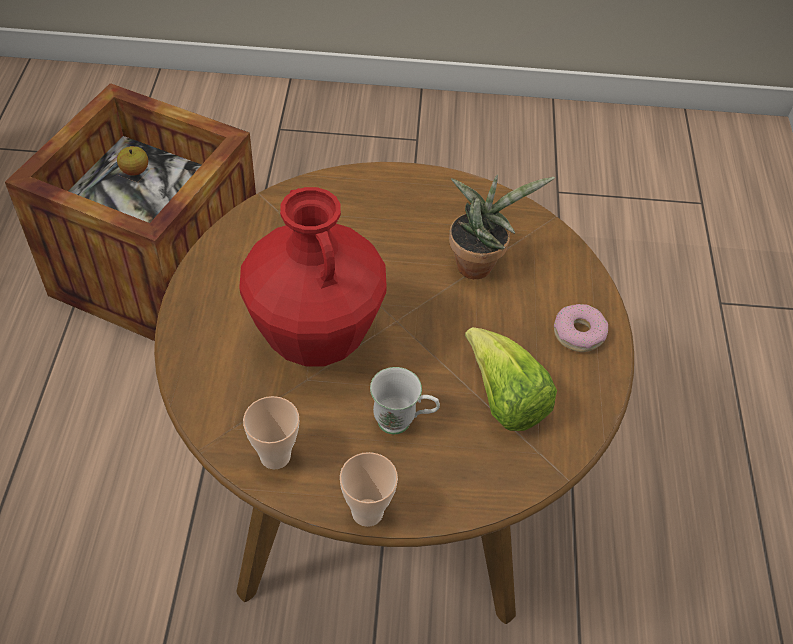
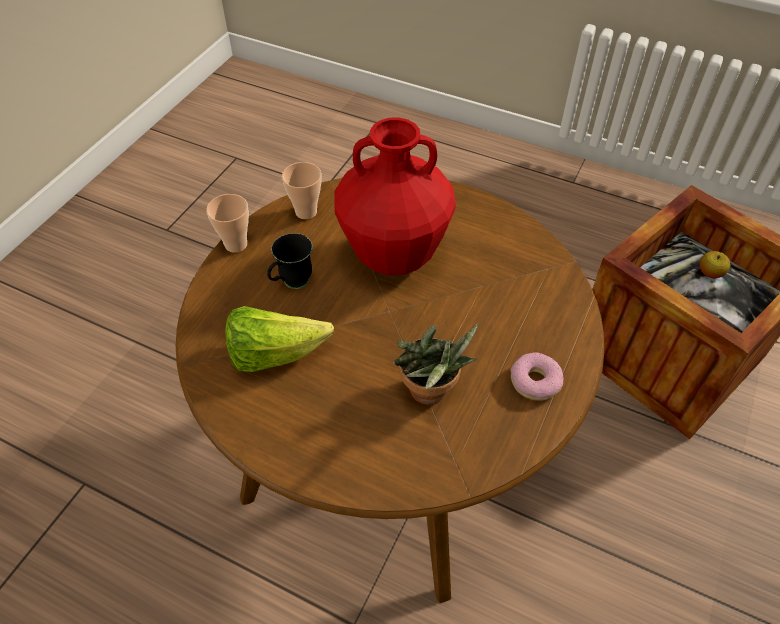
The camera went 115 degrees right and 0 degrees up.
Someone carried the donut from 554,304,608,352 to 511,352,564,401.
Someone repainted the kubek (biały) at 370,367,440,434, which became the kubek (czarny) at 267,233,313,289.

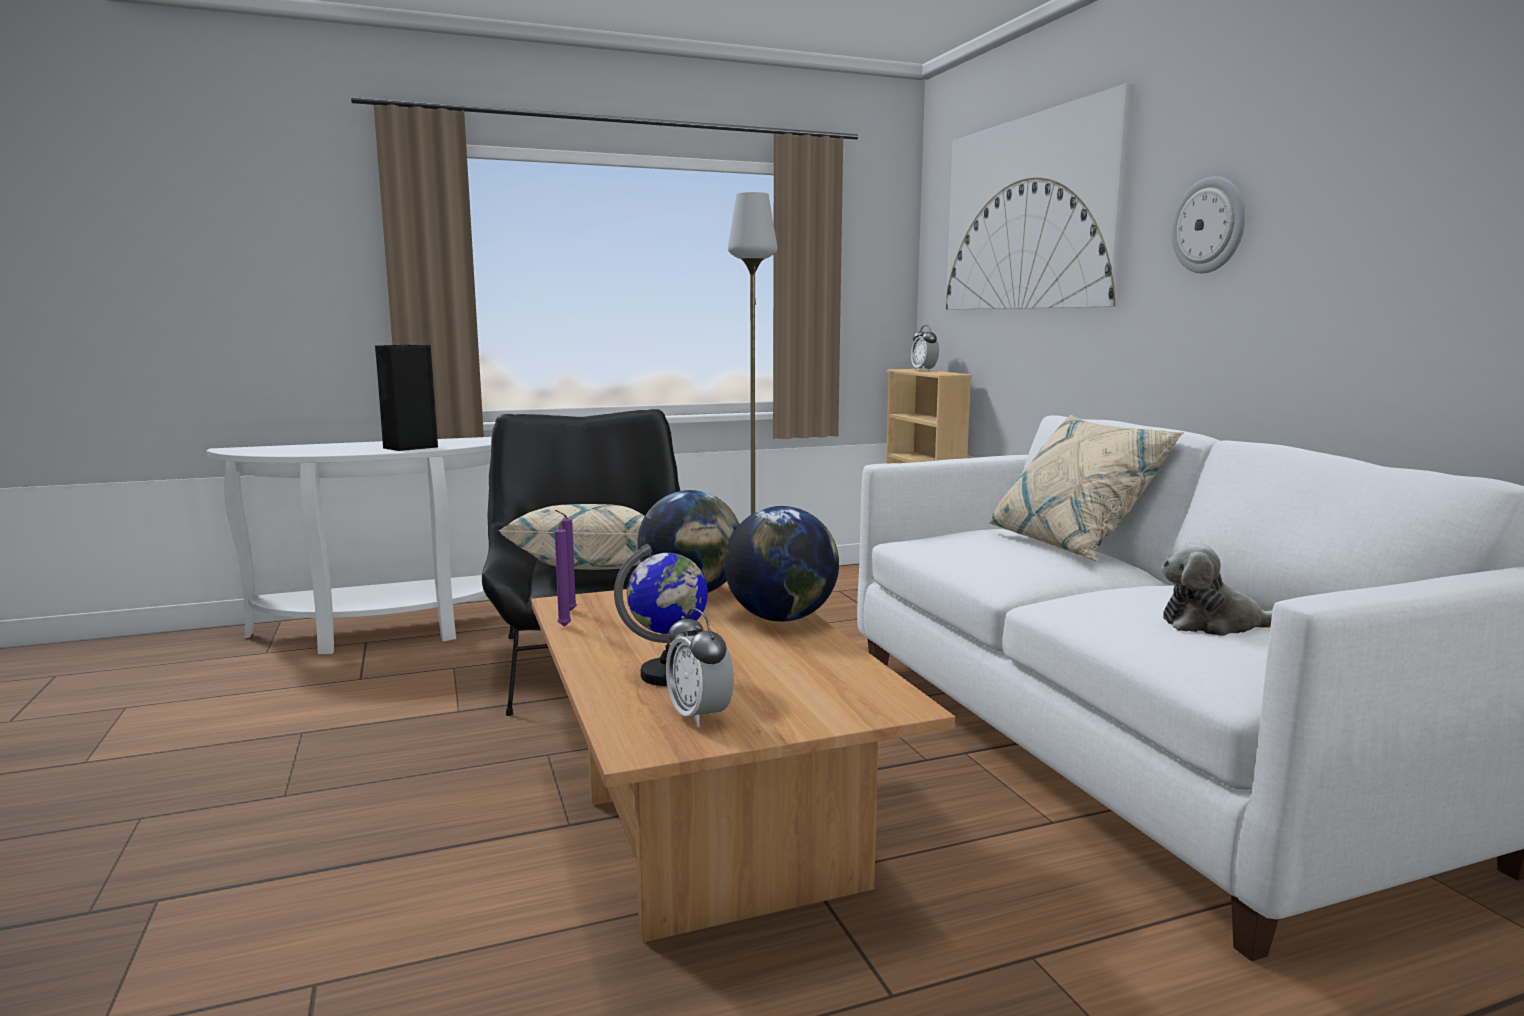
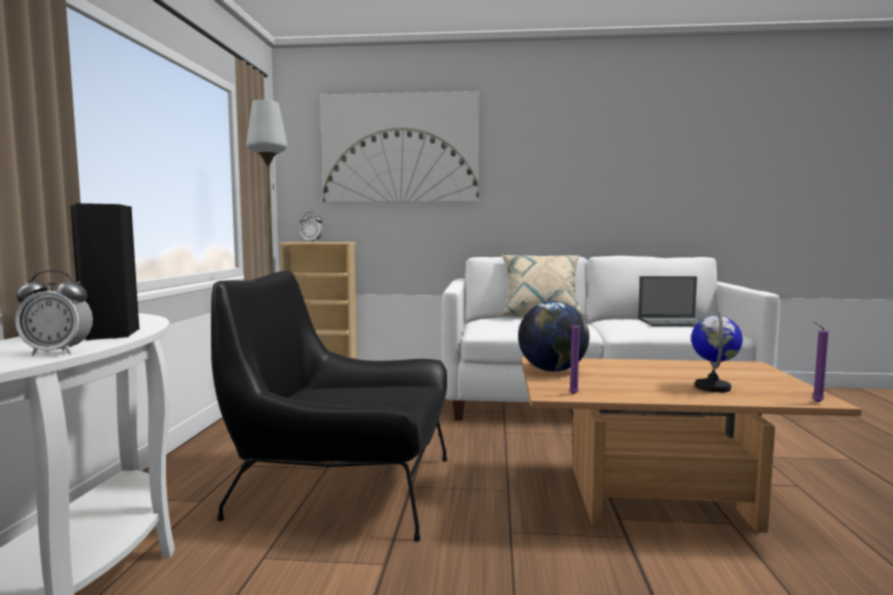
The camera went 65 degrees left and 5 degrees down.
Someone took away the zegar ścienny at 1172,176,1246,273.
Someone took away the poduszka (beżowy) at 498,504,645,570.
Someone took away the globus at 724,506,839,622.
Someone carried the świeca (fioletowy) from 555,517,571,627 to 812,322,828,402.
Someone swapped the pluszak at 1161,542,1273,636 for the laptop at 638,276,701,326.
Someone carried the budzik from 666,608,734,727 to 15,270,93,355.

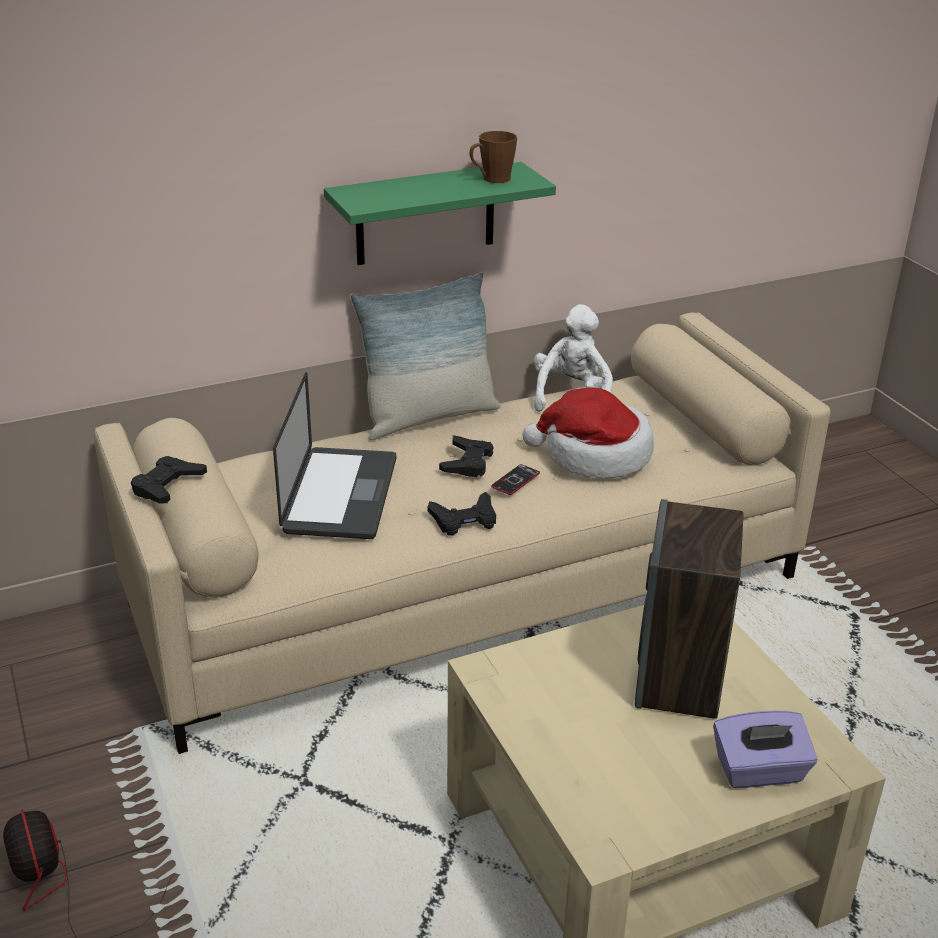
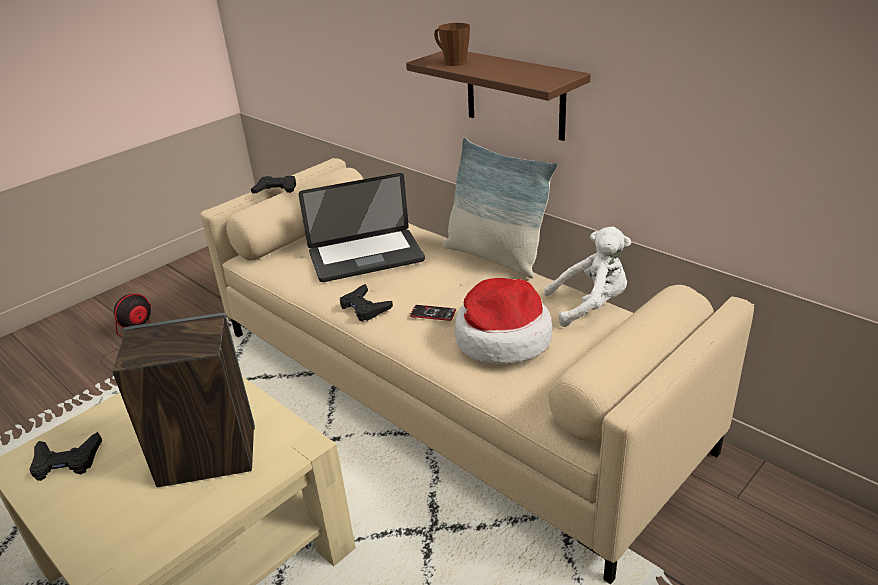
The camera went 70 degrees right and 0 degrees up.
Someone carried the kubek (brązowy) from 469,131,517,183 to 434,23,470,66.
Someone repainted the półka (zielony) at 324,162,556,265, which became the półka (brązowy) at 406,51,591,141.
Someone carried the pad do gier (czarny) from 439,435,494,477 to 29,432,102,481.
Someone took away the pudełko chusteczek (fioletowy) at 713,711,817,788.

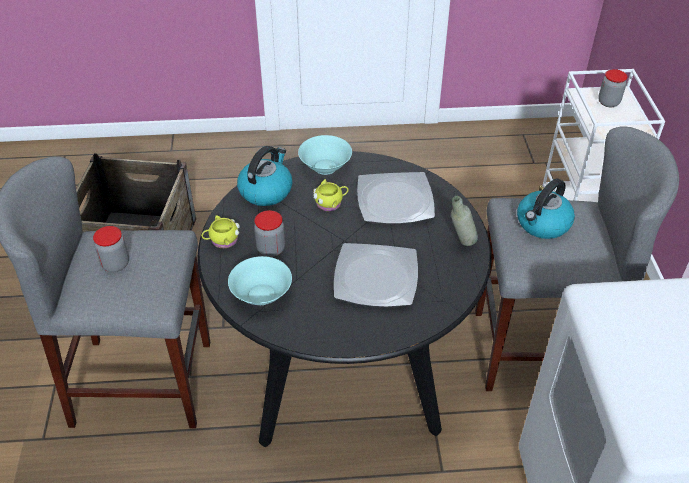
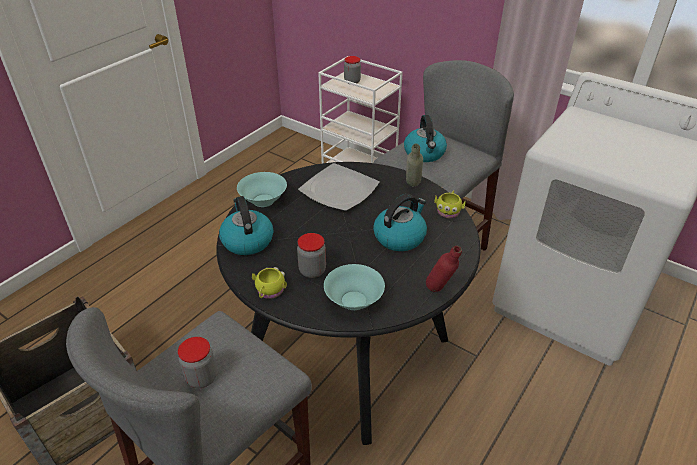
The camera went 50 degrees left and 5 degrees down.
Someone carried the kubek (żółty) from 313,179,348,211 to 434,190,466,218.
Someone swapped the talerz at 334,243,418,307 for the czajnik at 373,194,427,251.
Someone put down the butelka (czerwony) at 426,246,462,292.

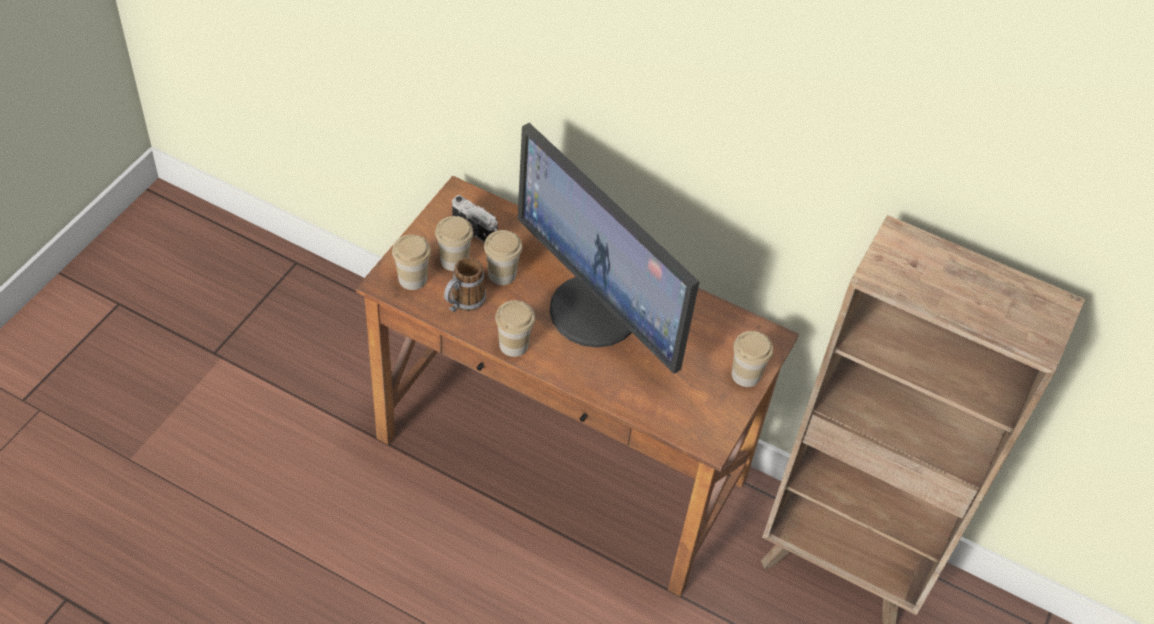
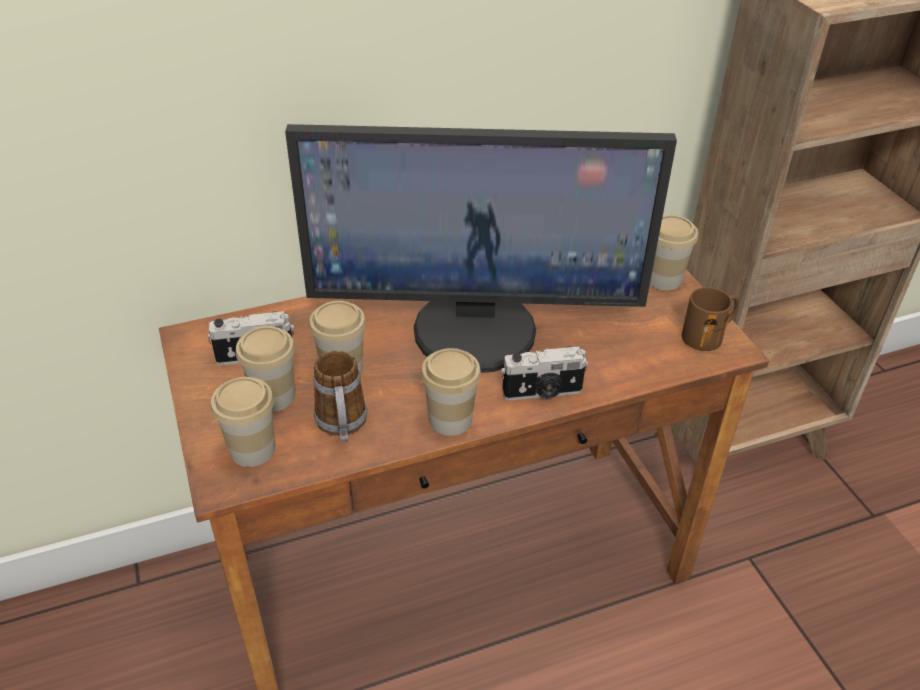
The camera went 45 degrees left and 10 degrees down.
Someone put down the kubek (brązowy) at 682,287,739,351.
Someone put down the aparat fotograficzny at 501,346,588,401.

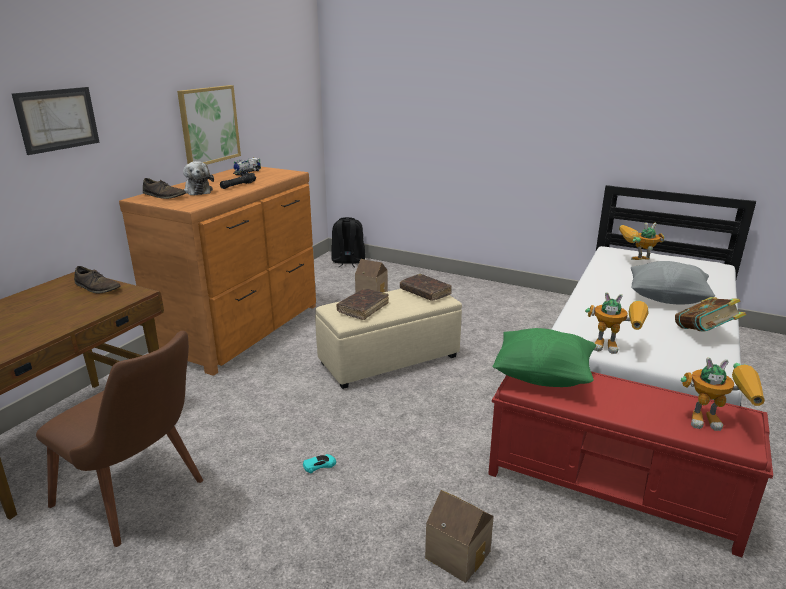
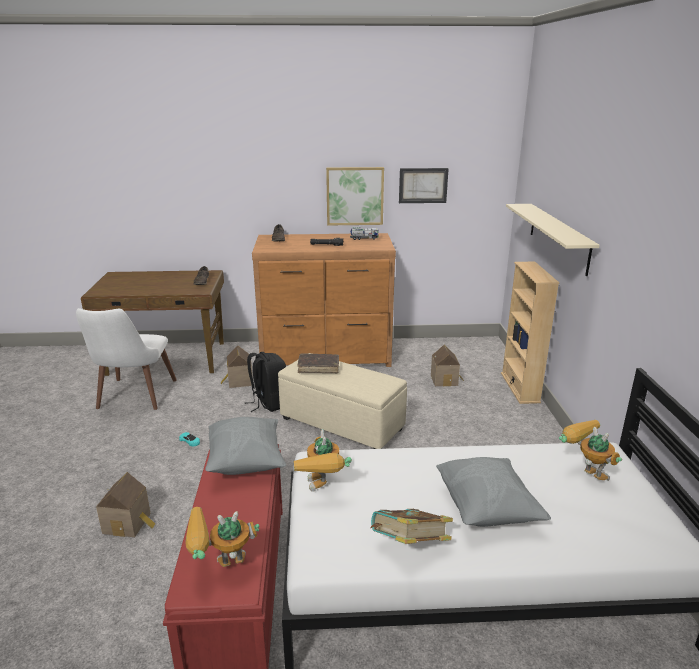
The camera went 60 degrees right and 0 degrees up.
Someone carried the obraz from 12,87,100,155 to 399,168,449,203.
Someone took away the pluszak at 183,161,214,195.
Someone carried the plecak (czarny) from 331,217,365,267 to 244,352,286,412.
Someone took away the książka (brązowy) at 400,274,452,301.
Someone repainted the poduszka (zielony) at 492,328,596,387, which became the poduszka (szary) at 205,417,286,475.
Someone repainted the krzesło (brązowy) at 36,331,203,547, which became the krzesło (biały) at 76,308,177,410.
Someone rotated the robot zabawkowy at 681,357,765,431 by 90 degrees clockwise.
Someone put up the półka (beżowy) at 506,204,600,276.
Someone put down the regał (beżowy) at 501,262,559,404.
Someone put down the domek at 221,345,252,388.

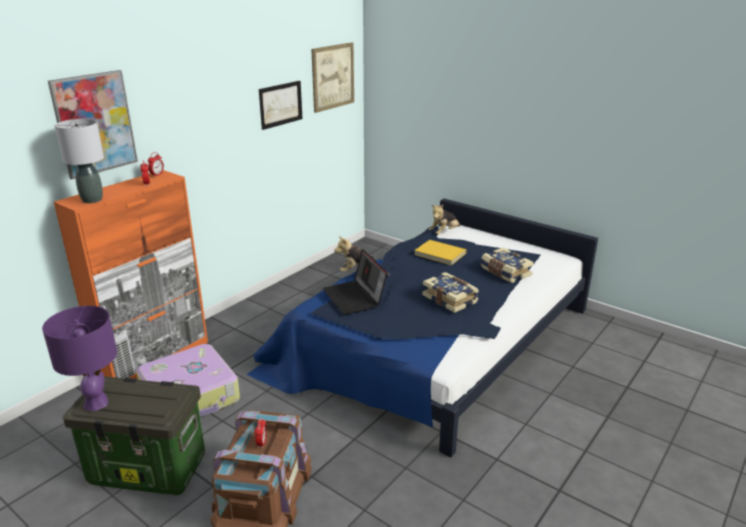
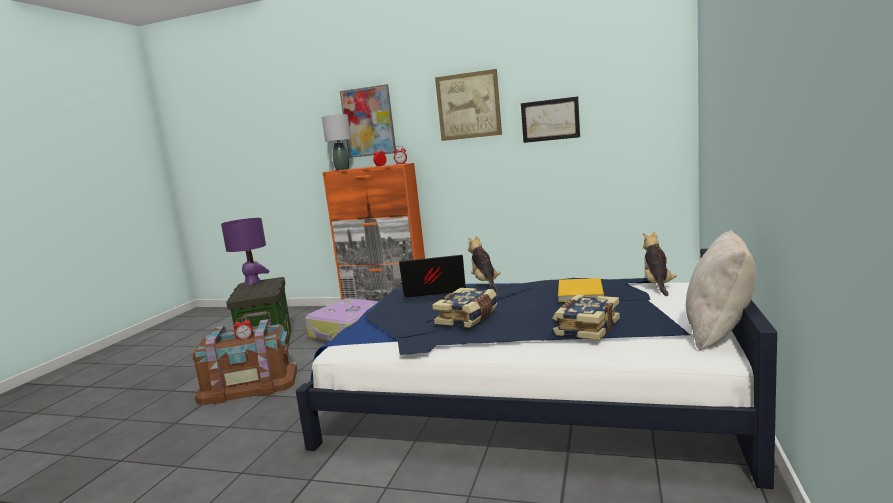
The camera went 70 degrees right and 15 degrees down.
Someone carried the obraz from 311,42,354,113 to 435,69,502,141.
Someone rotated the pluszak at 428,205,460,235 by 75 degrees clockwise.
Someone rotated the laptop at 323,249,387,315 by 45 degrees clockwise.
Someone put down the poduszka (beżowy) at 686,230,756,350.

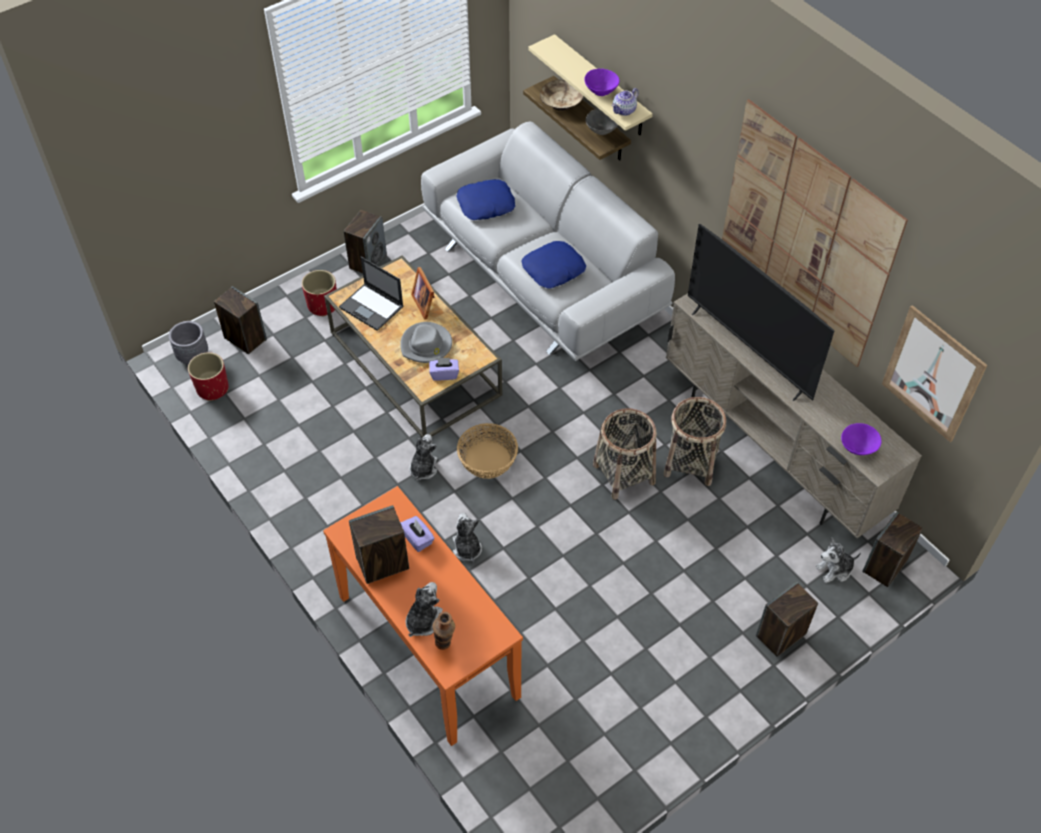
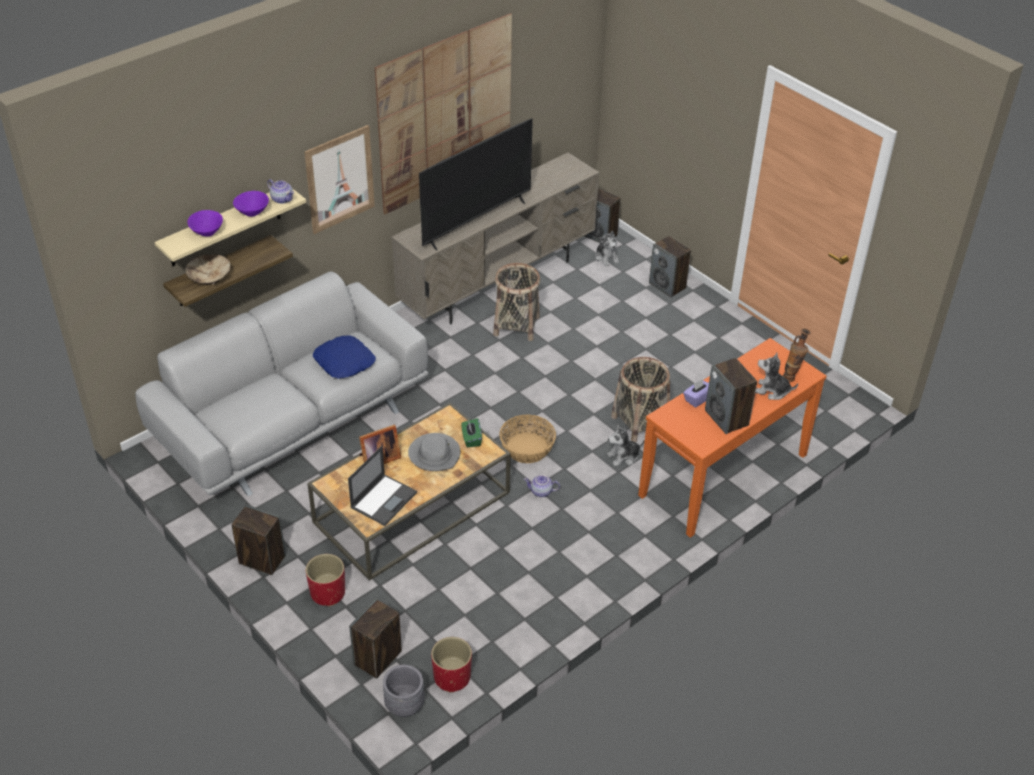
The camera went 95 degrees left and 10 degrees down.
Someone took away the miska (szary) at 586,108,618,135.
Someone took away the poduszka (niebieski) at 456,179,515,220.
Someone carried the obraz from 882,305,987,442 to 304,125,375,234.
Someone repainted the pudełko chusteczek (fioletowy) at 429,358,459,381, which became the pudełko chusteczek (zielony) at 461,418,482,447.
Someone carried the koszyk from 593,408,657,500 to 611,357,670,442.
Someone carried the miska (fioletowy) from 841,423,882,455 to 187,210,223,237.
Someone swapped the pluszak at 409,434,437,480 for the imbryk at 524,475,560,497.

